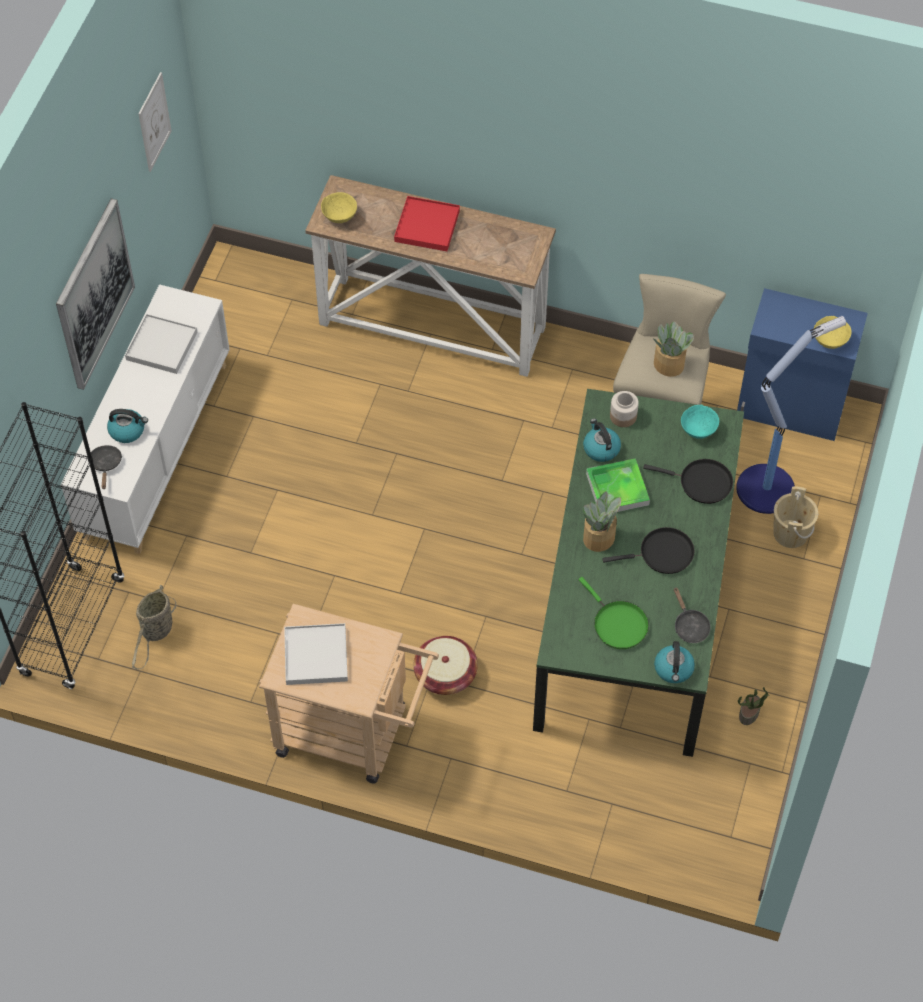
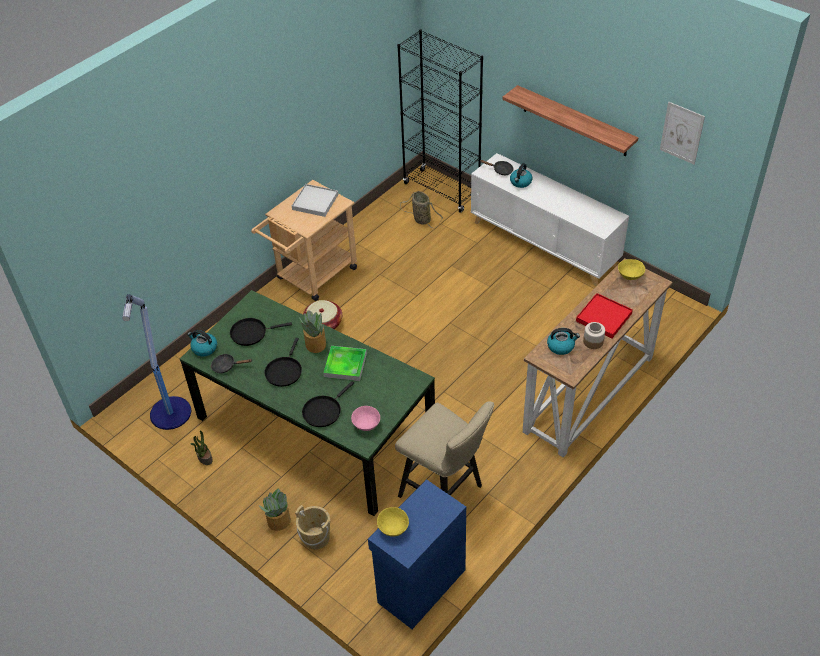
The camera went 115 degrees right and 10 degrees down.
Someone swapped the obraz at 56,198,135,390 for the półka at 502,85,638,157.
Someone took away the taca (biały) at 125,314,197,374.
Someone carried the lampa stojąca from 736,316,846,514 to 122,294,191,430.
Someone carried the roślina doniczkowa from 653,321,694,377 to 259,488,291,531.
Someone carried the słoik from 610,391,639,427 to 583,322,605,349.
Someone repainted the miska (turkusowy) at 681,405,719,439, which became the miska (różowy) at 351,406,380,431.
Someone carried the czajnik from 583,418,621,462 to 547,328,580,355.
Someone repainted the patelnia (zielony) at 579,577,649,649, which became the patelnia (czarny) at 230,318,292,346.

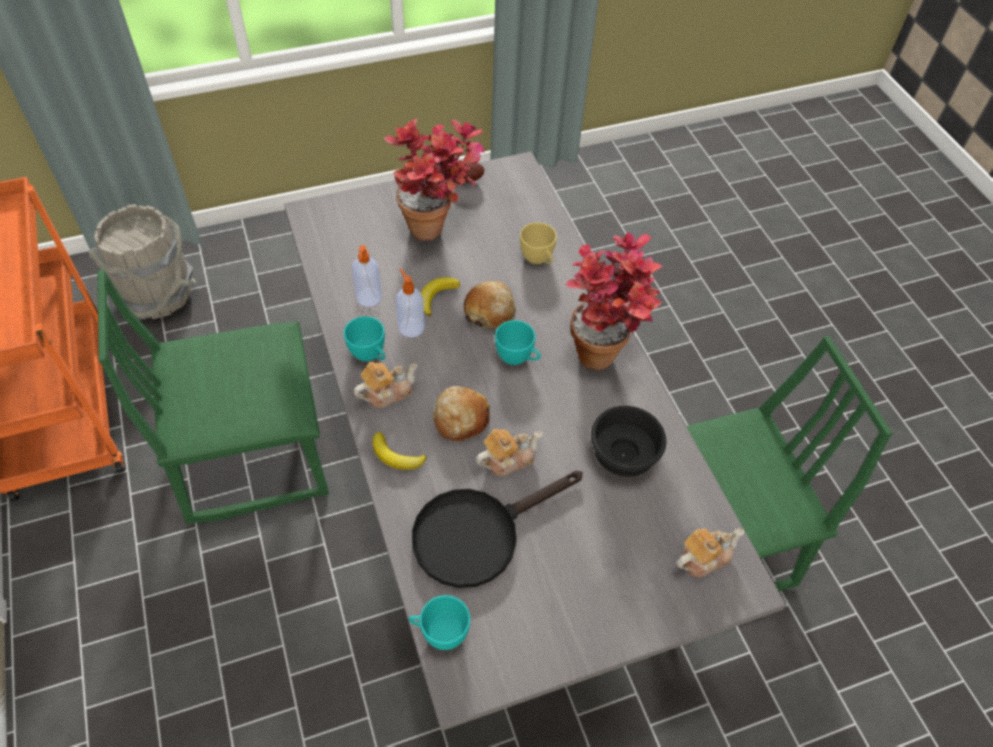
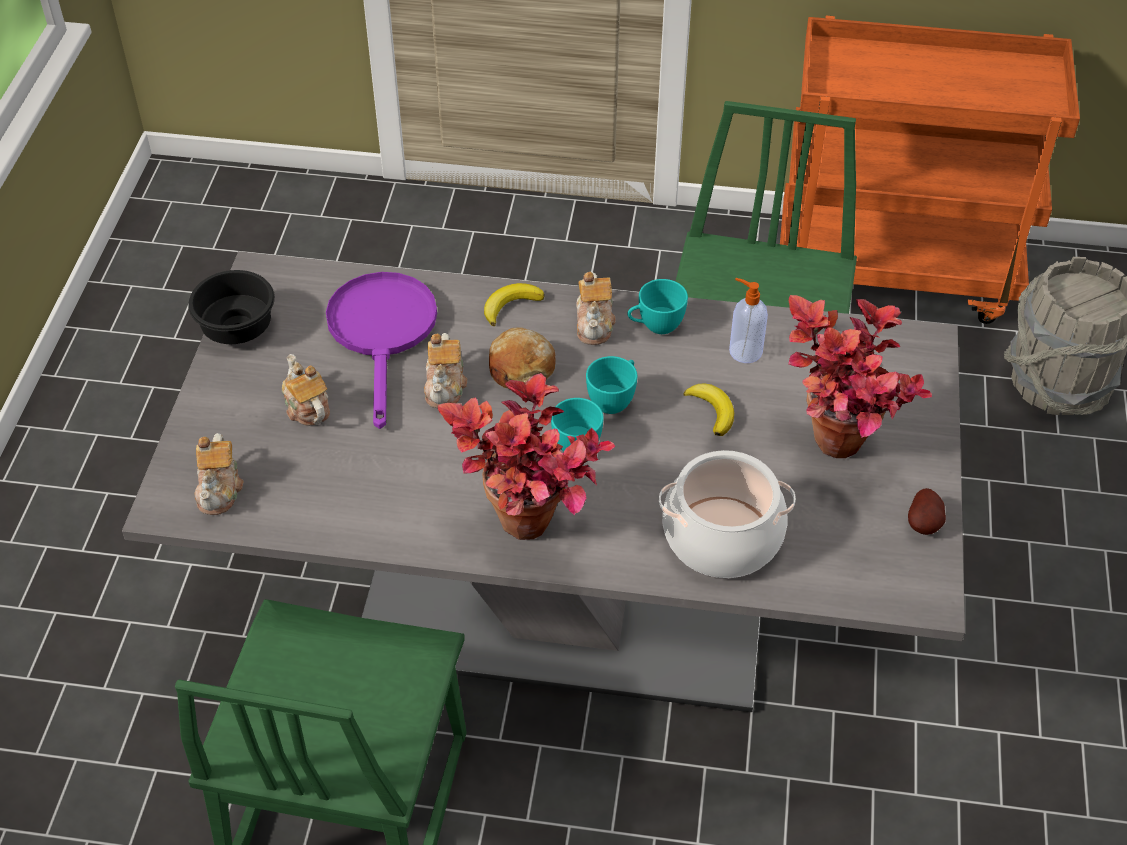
The camera went 120 degrees right and 5 degrees down.
Someone swapped the filiżanka (żółty) at 520,222,557,264 for the garnek at 659,450,796,578.
Someone took away the dozownik mydła at 396,269,425,337.
Someone took away the chleb at 464,281,516,328.
Someone carried the miska (czarny) from 591,406,667,477 to 188,270,275,344.
Someone repainted the patelnia (czarny) at 412,471,583,588, which became the patelnia (fioletowy) at 326,272,437,429.
Someone carried the filiżanka (turkusowy) from 408,595,470,650 to 586,356,637,414.
Someone put down the imbryk at 282,354,330,426.

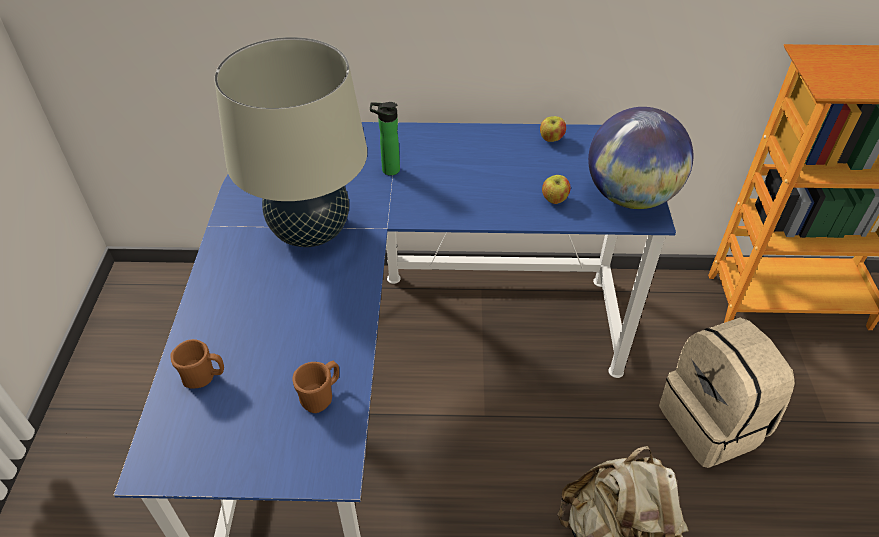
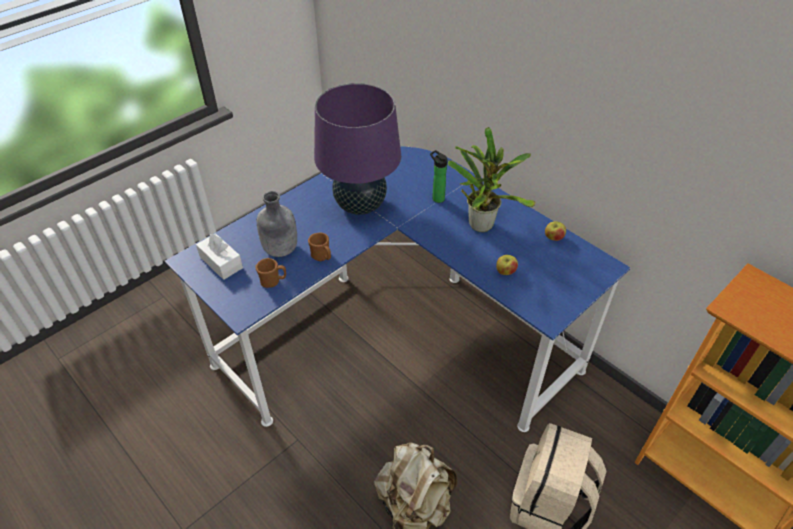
The camera went 45 degrees right and 0 degrees up.
Someone repainted the lampa stołowa (beżowy) at 215,37,367,247, which became the lampa stołowa (fioletowy) at 314,83,401,215.
Someone took away the globus at 588,107,693,209.
Someone carried the kubek (brązowy) from 170,339,224,388 to 308,233,331,261.
Someone put down the roślina doniczkowa at 448,127,536,232.
Someone put down the butelka (szary) at 257,191,297,257.
Someone put down the pudełko chusteczek (biały) at 196,233,243,280.

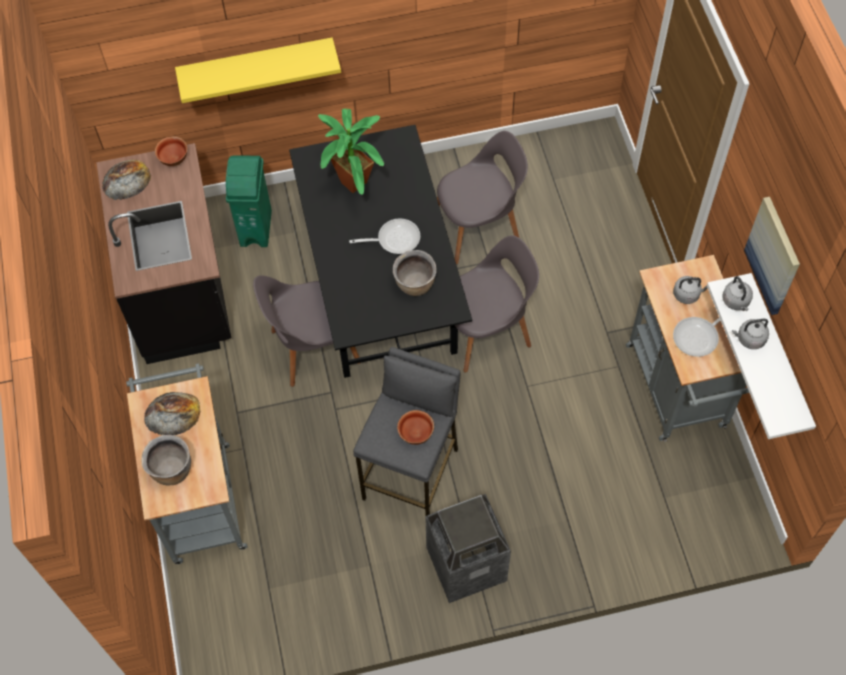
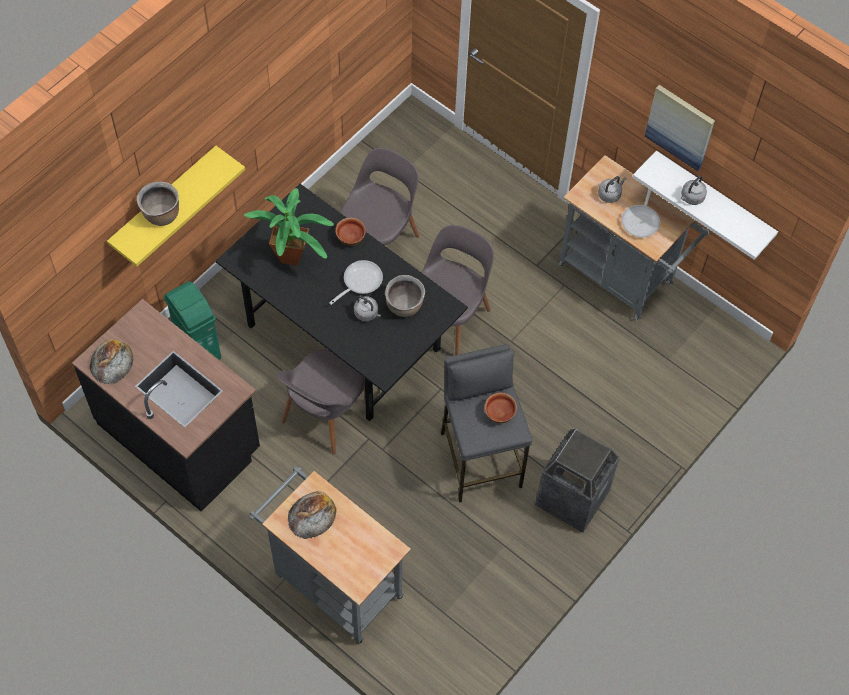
The camera went 40 degrees left and 0 degrees up.
Someone carried the miska from 155,136,187,166 to 335,218,366,246.
Someone carried the czajnik (szary) from 722,276,753,311 to 354,295,381,321.
Someone carried the garnek (brązowy) from 141,435,191,485 to 137,182,179,226.

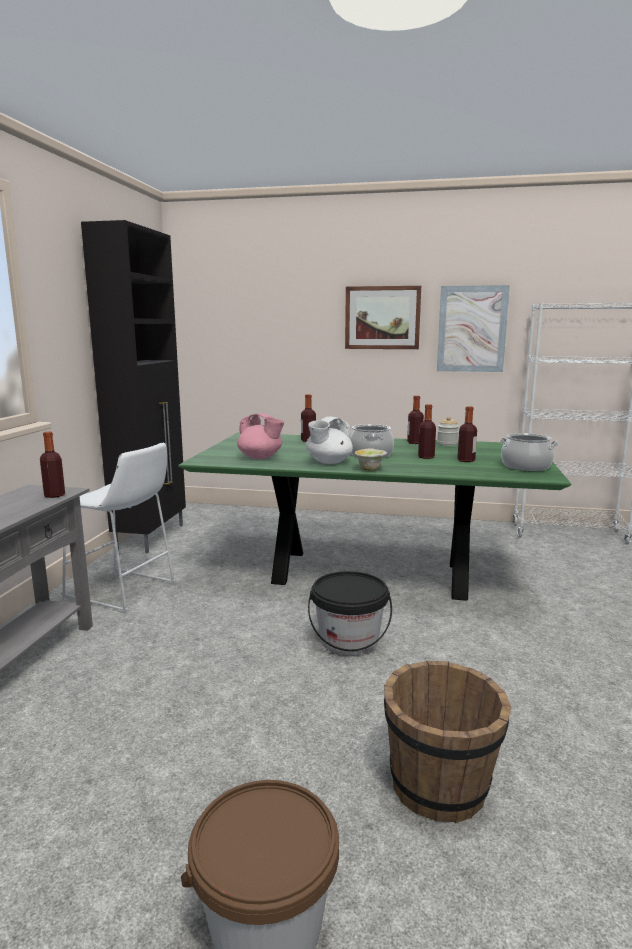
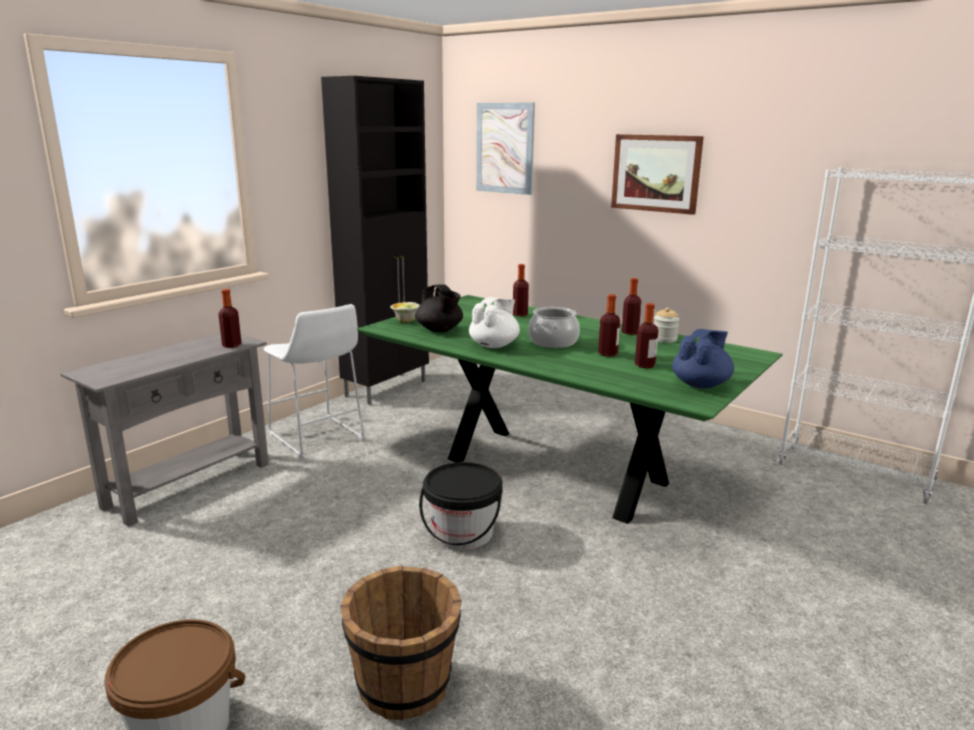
The camera went 25 degrees right and 5 degrees up.
Someone carried the obraz from 437,285,510,372 to 476,103,535,195.
Someone repainted the imbryk (różowy) at 237,413,284,459, which became the imbryk (czarny) at 416,284,463,332.
Someone rotated the imbryk (biały) at 306,416,353,464 by 150 degrees clockwise.
Someone swapped the garnek at 499,433,558,471 for the imbryk (niebieski) at 672,329,734,388.
Someone carried the miska from 355,448,387,471 to 390,302,420,323.

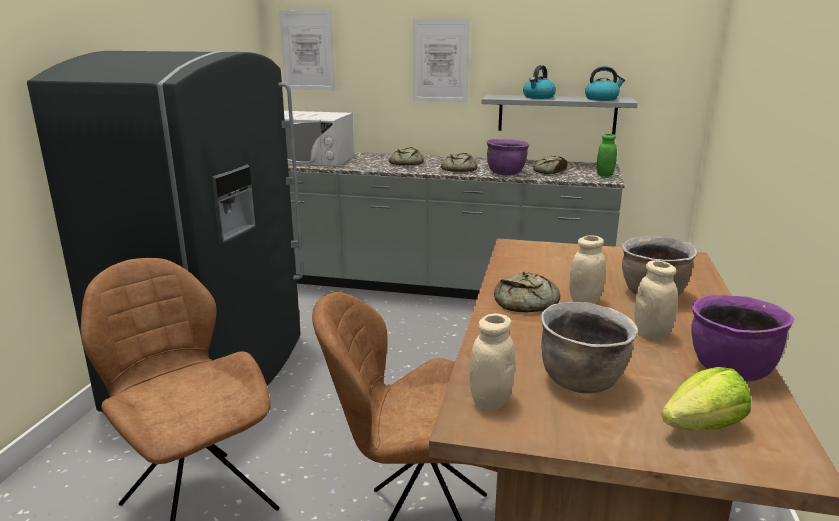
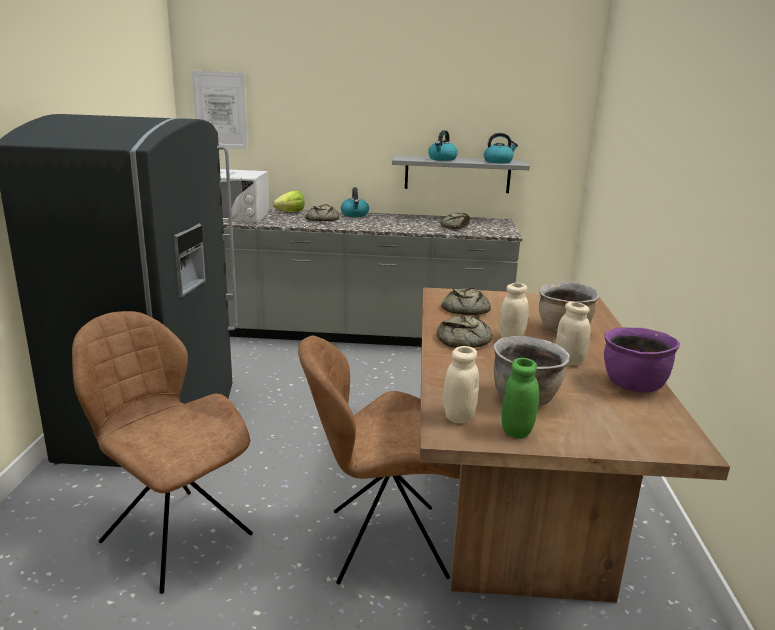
The camera went 10 degrees left and 0 degrees up.
Someone took away the obraz at 413,19,470,103.
Someone carried the słoik (zielony) from 597,134,617,177 to 502,358,539,439.
Someone took away the garnek (fioletowy) at 486,139,530,175.
Someone carried the chleb from 441,153,477,172 to 441,287,491,315.
Someone carried the sałata from 661,367,751,431 to 273,191,305,212.
Someone put down the czajnik at 341,187,369,217.

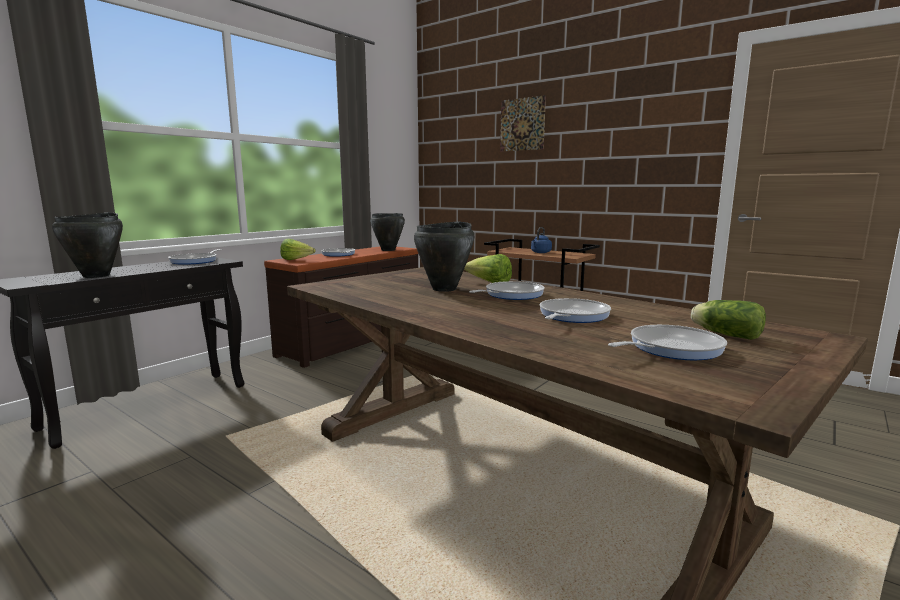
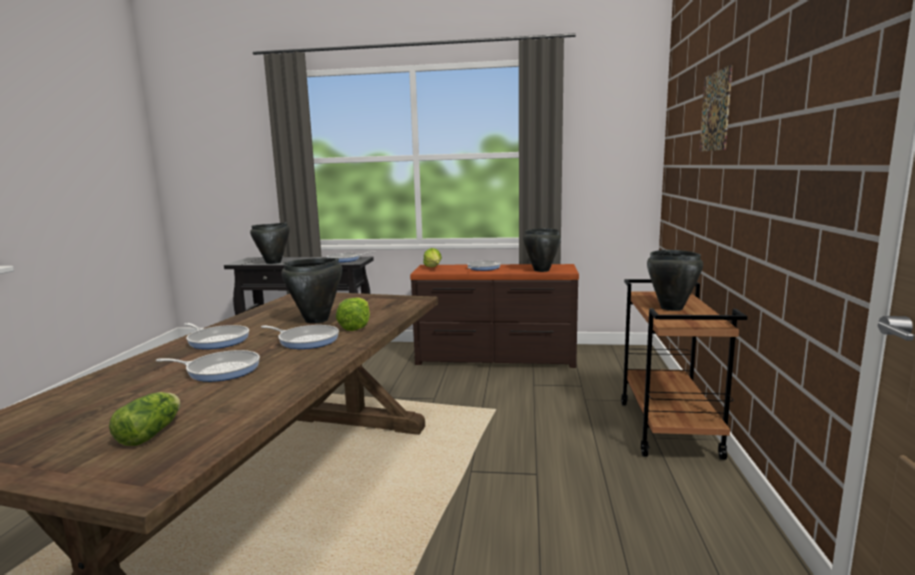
The camera went 60 degrees right and 0 degrees up.
Someone swapped the czajnik (niebieski) at 531,227,552,253 for the garnek (czarny) at 647,250,703,311.
Someone carried the patelnia from 608,325,727,360 to 184,323,249,349.

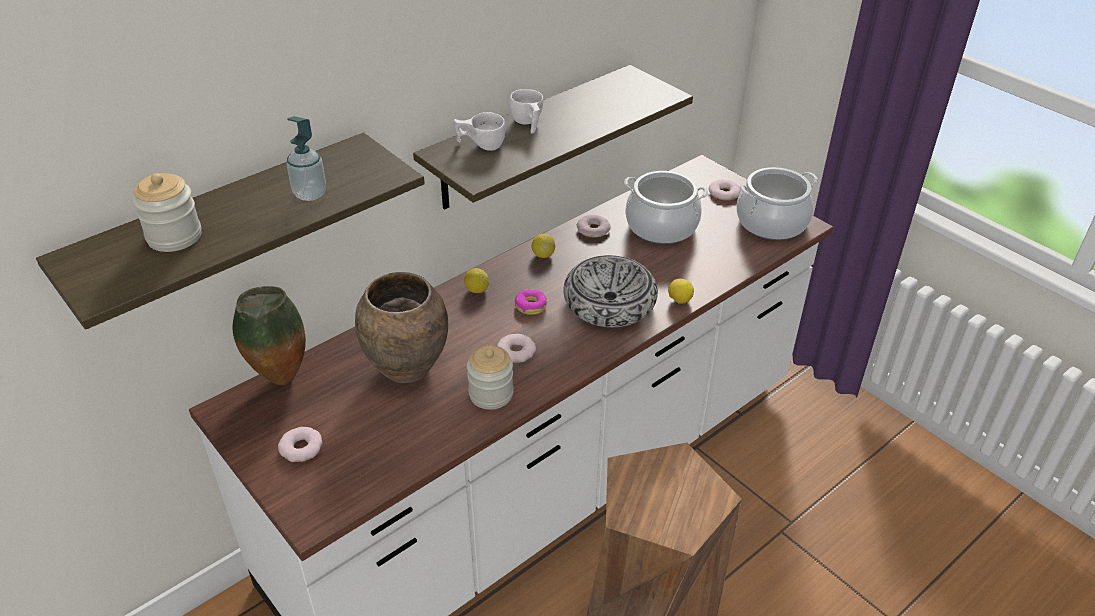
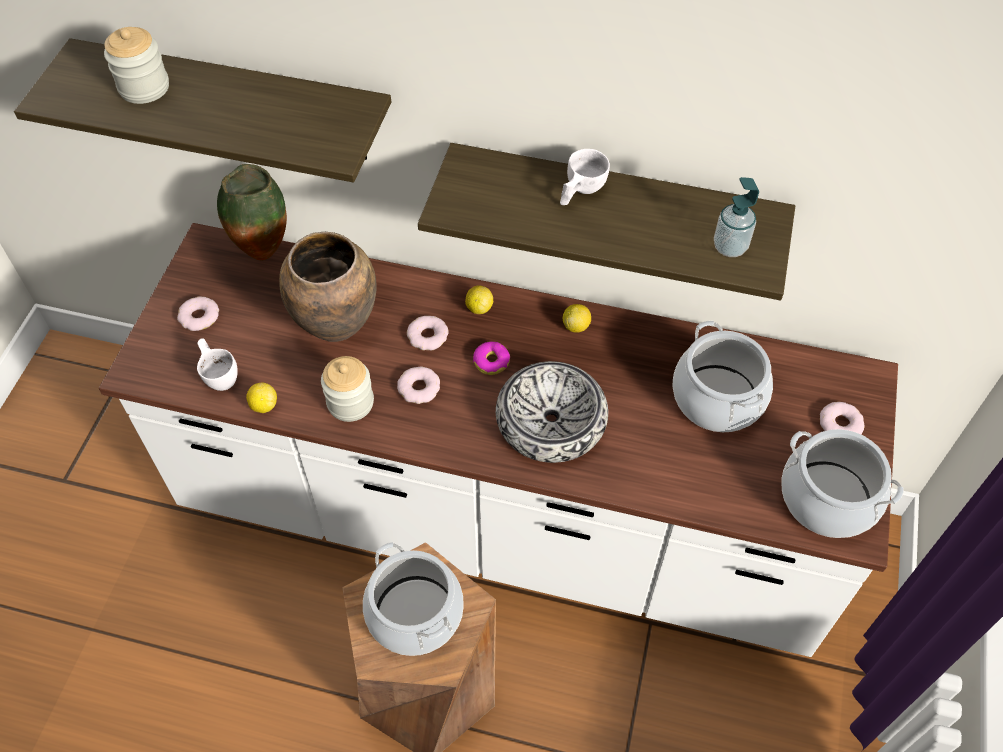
The camera went 55 degrees right and 15 degrees up.
Someone carried the filiżanka (biały) from 454,112,505,151 to 197,338,238,391.
Someone carried the dozownik mydła from 287,116,326,201 to 714,177,759,257.
Someone carried the donut from 577,215,611,237 to 407,316,448,350.
Someone carried the cytryna from 668,279,694,304 to 246,383,277,413.
Someone put down the garnek at 363,542,464,656.

